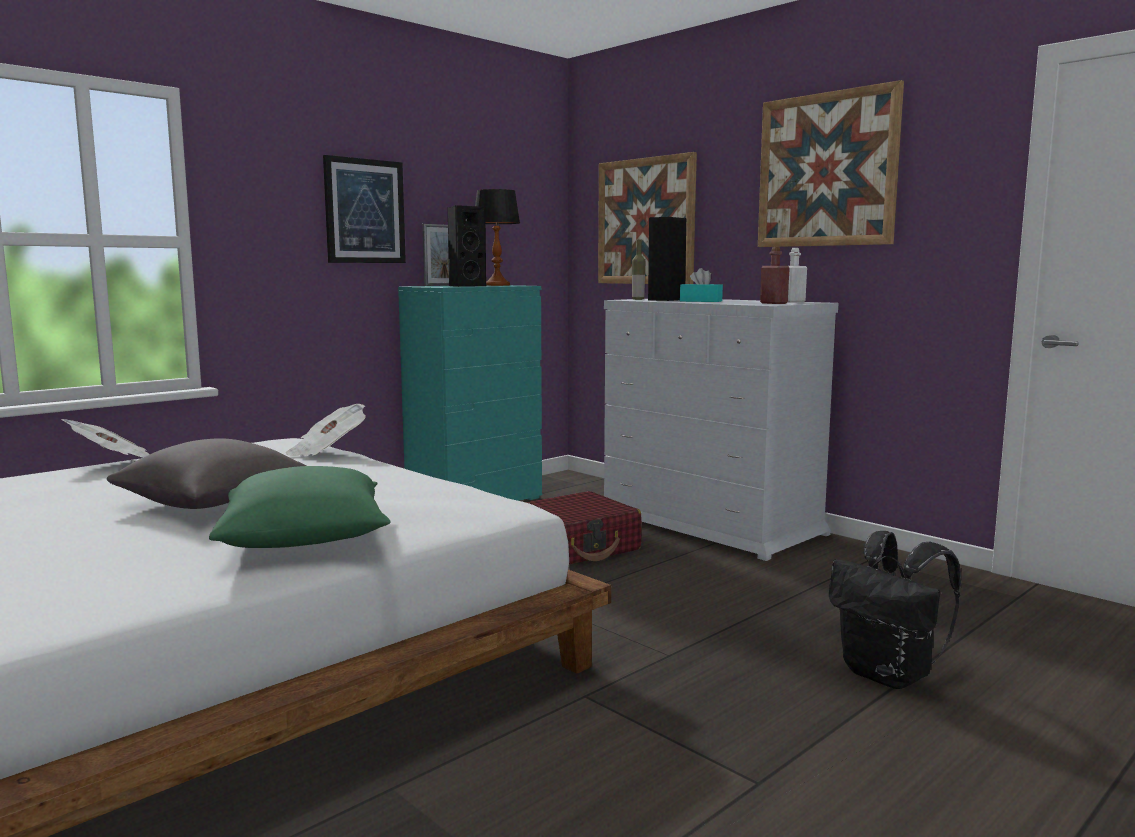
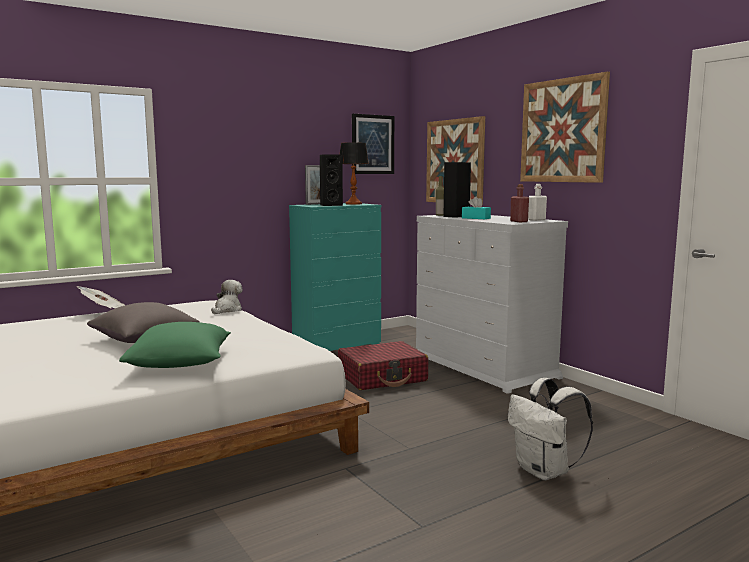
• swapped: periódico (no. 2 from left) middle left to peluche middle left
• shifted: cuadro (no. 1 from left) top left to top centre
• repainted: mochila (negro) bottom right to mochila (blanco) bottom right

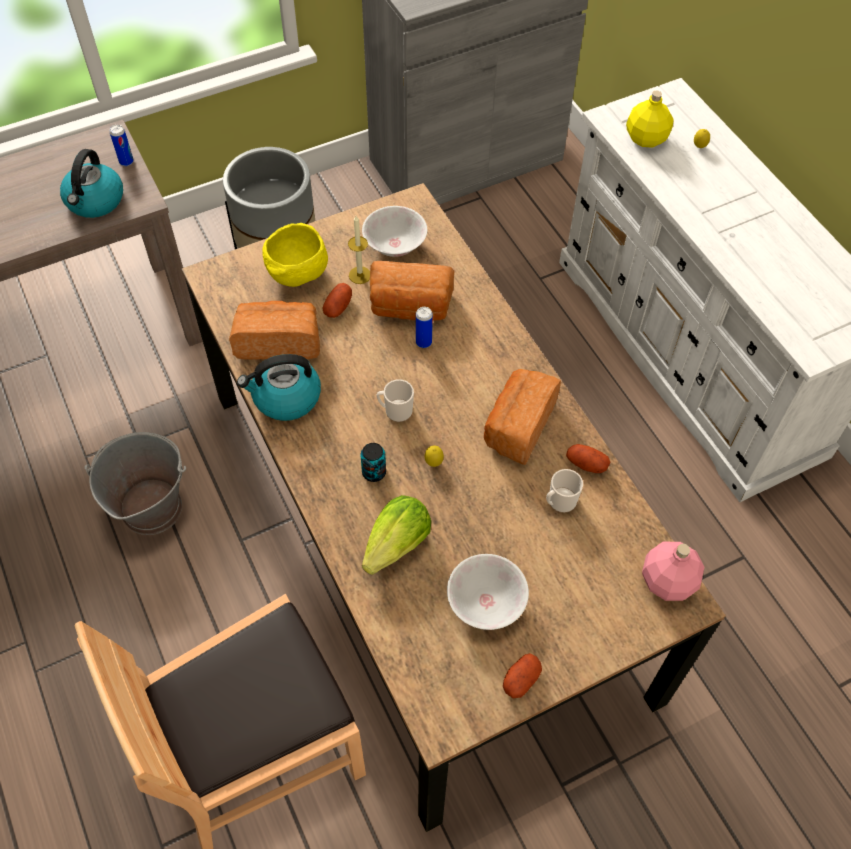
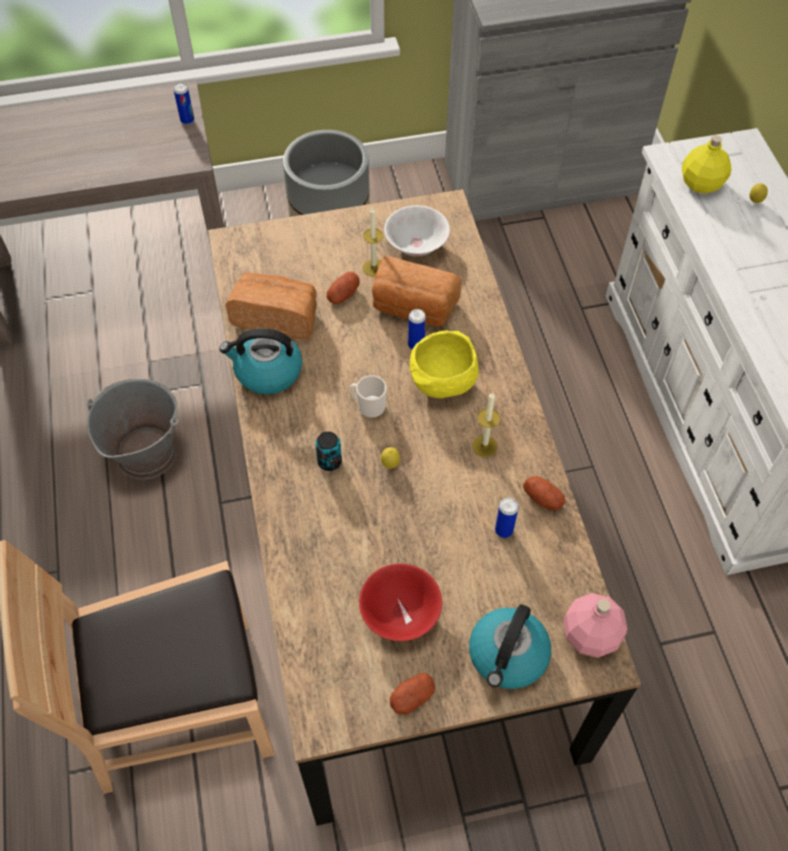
• shifted: hervidor (no. 1 from left in the first image) top left to hervidor (no. 2 from left) bottom centre
• shifted: cuenco (amarillo) top centre to centre
• gone: lechuga centre
• repainted: cuenco (blanco) (no. 2 from left) bottom centre to cuenco (rojo) bottom centre
• swapped: pan (no. 3 from left) centre to vela (no. 2 from left) centre
• swapped: taza grande (no. 2 from left) centre to lata (no. 4 from left) centre

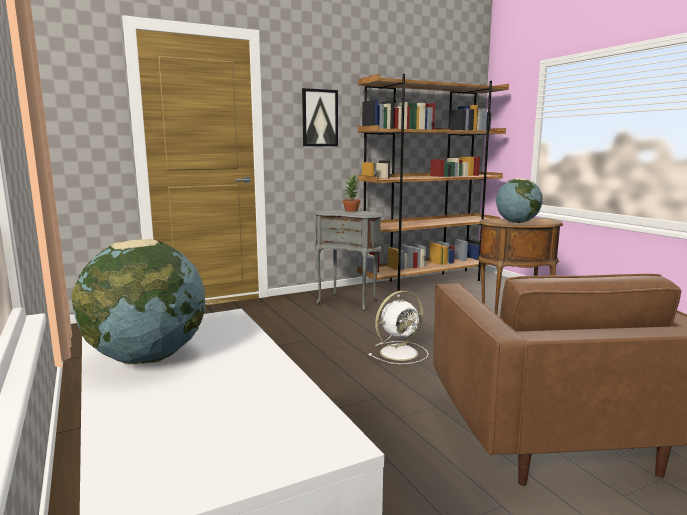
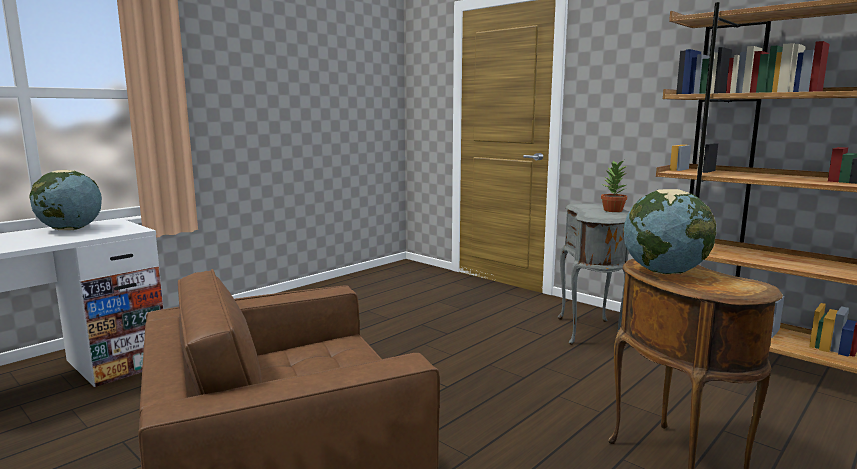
• gone: cuadro top centre
• gone: ventilador (blanco) centre

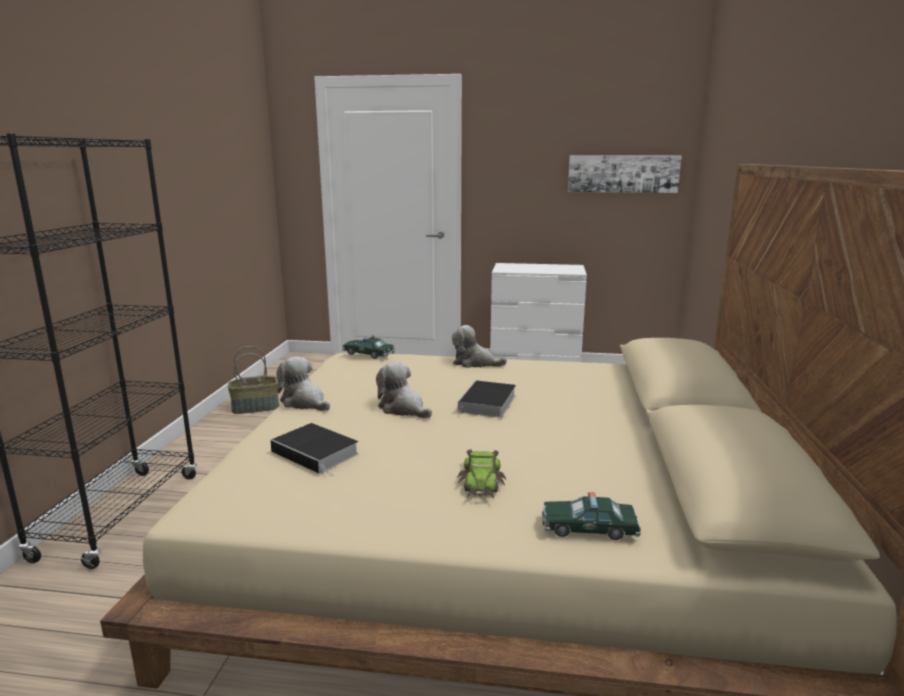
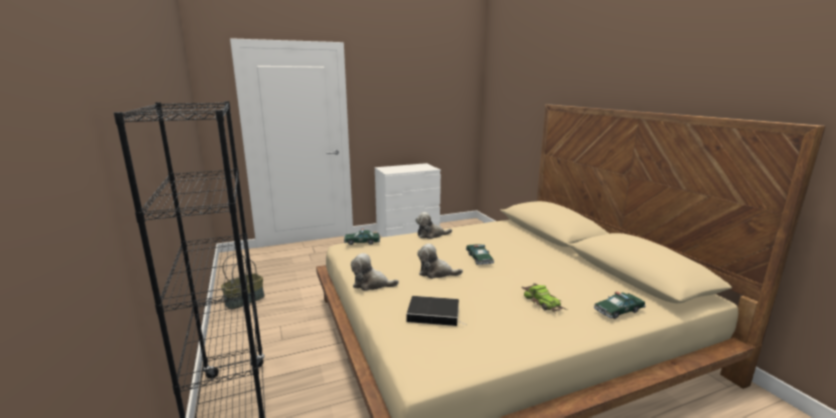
• swapped: libro (no. 2 from left) centre to coche de juguete (no. 2 from left) centre
• gone: cuadro top right

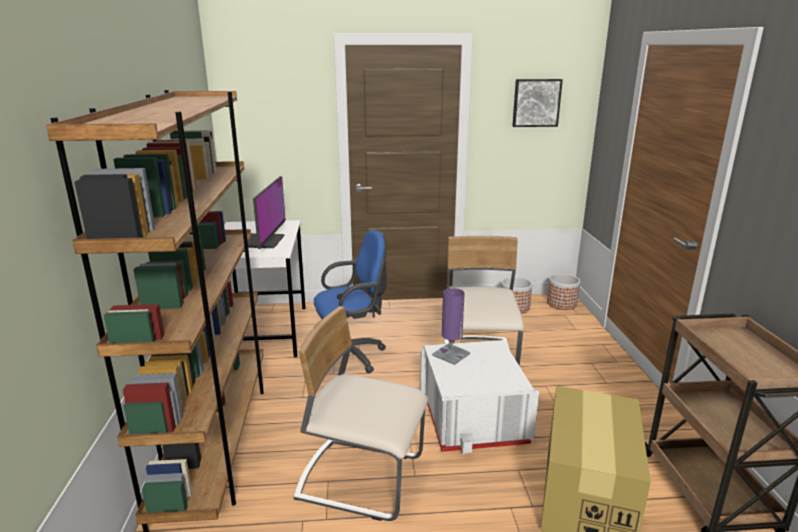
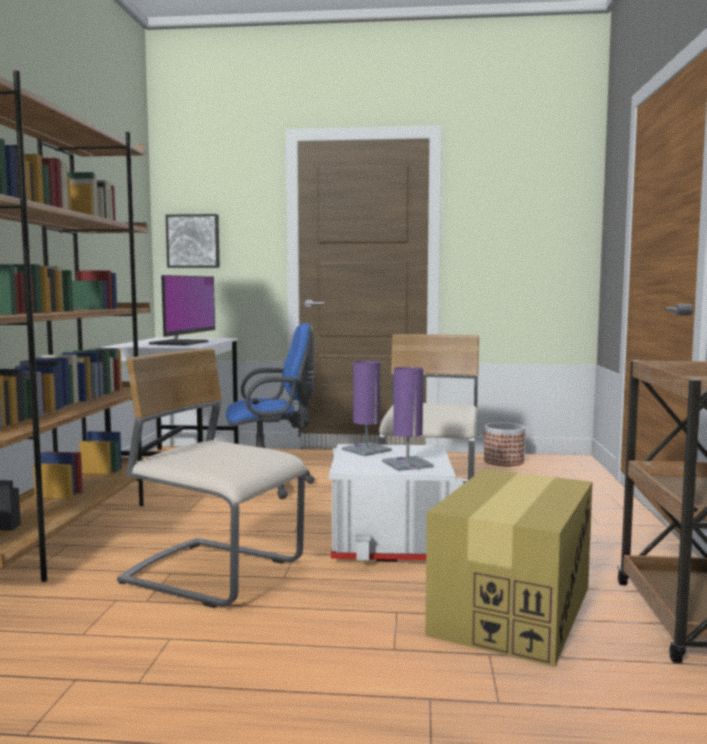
• shifted: cuadro top right to top left
• gone: maceta (no. 2 from left) middle right
• new: lámpara de mesa (morado) (no. 2 from left) centre

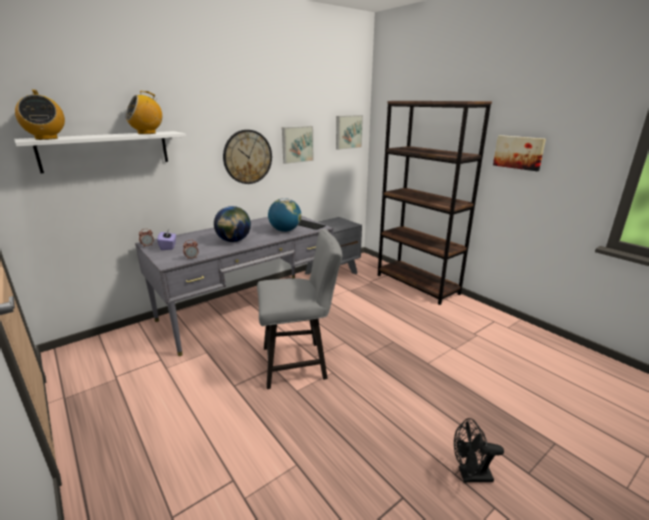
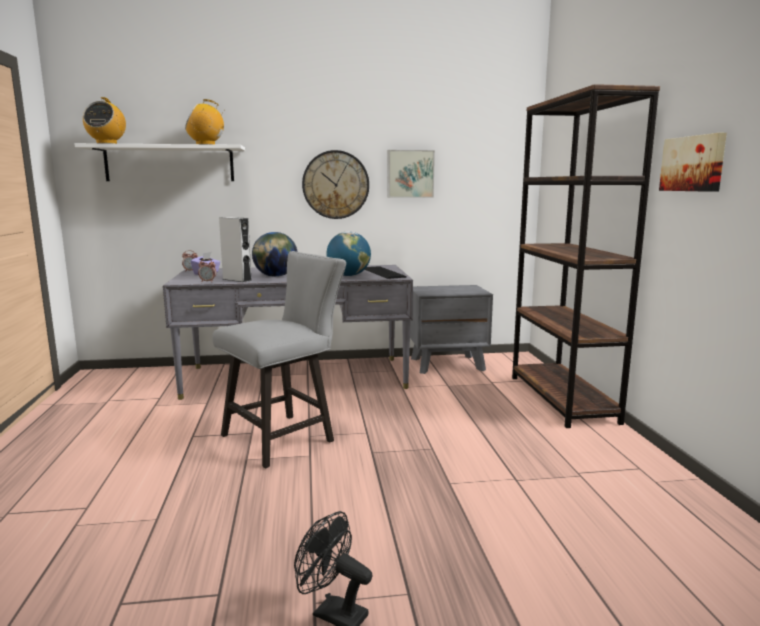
• rotated: silla (gris) centre = centre 60 degrees counterclockwise
• gone: cuadro (no. 2 from left) top centre
• new: altavoz (gris) middle left

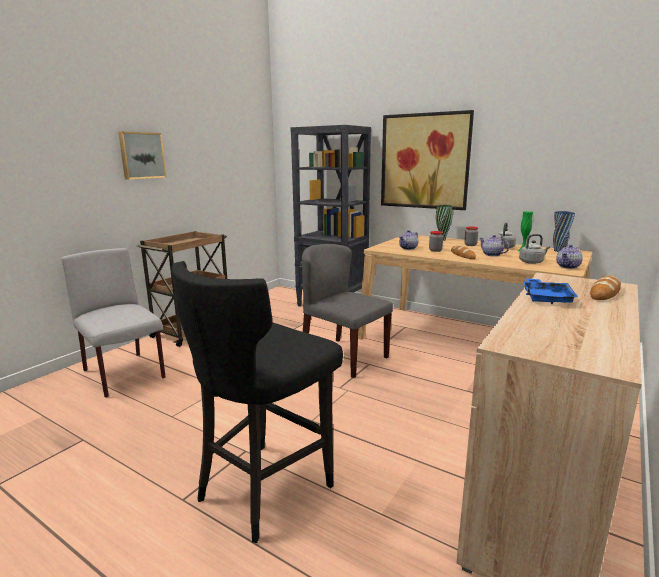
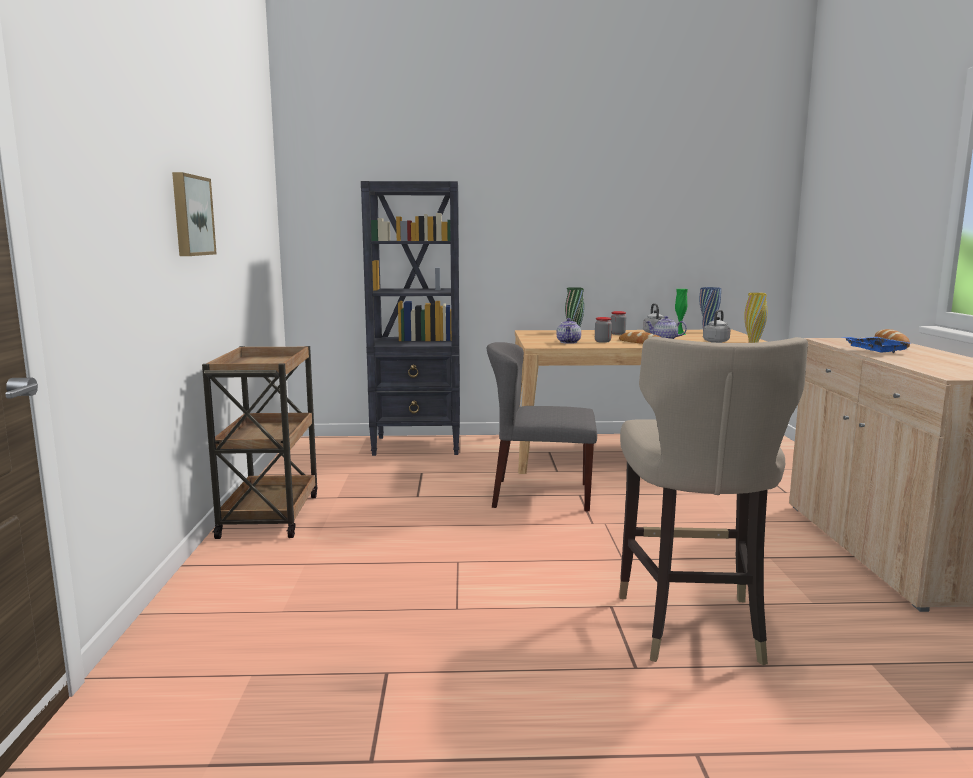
• gone: silla (gris) (no. 1 from left) middle left
• repainted: taburete (negro) bottom centre to taburete (beis) middle right
• gone: cuadro (no. 2 from left) top centre
• swapped: tetera (no. 3 from left) middle right to florero (amarillo) middle right

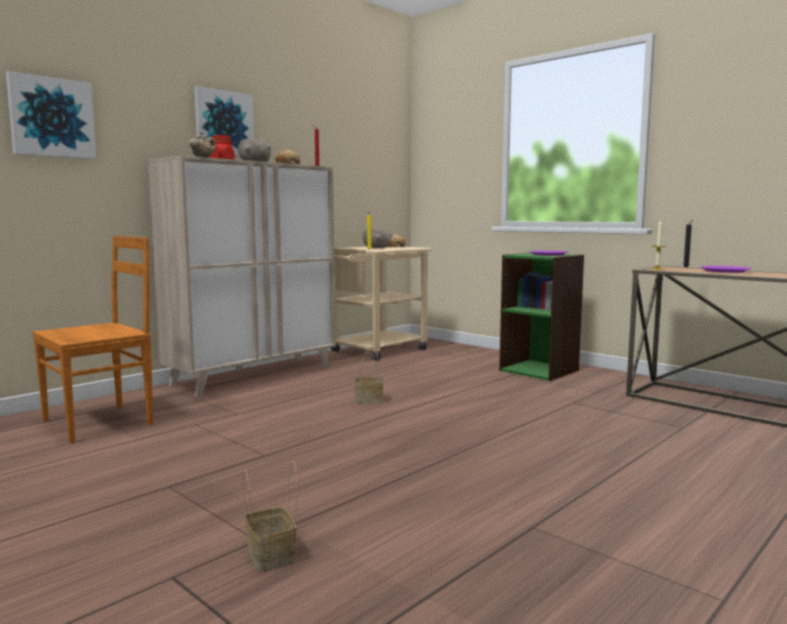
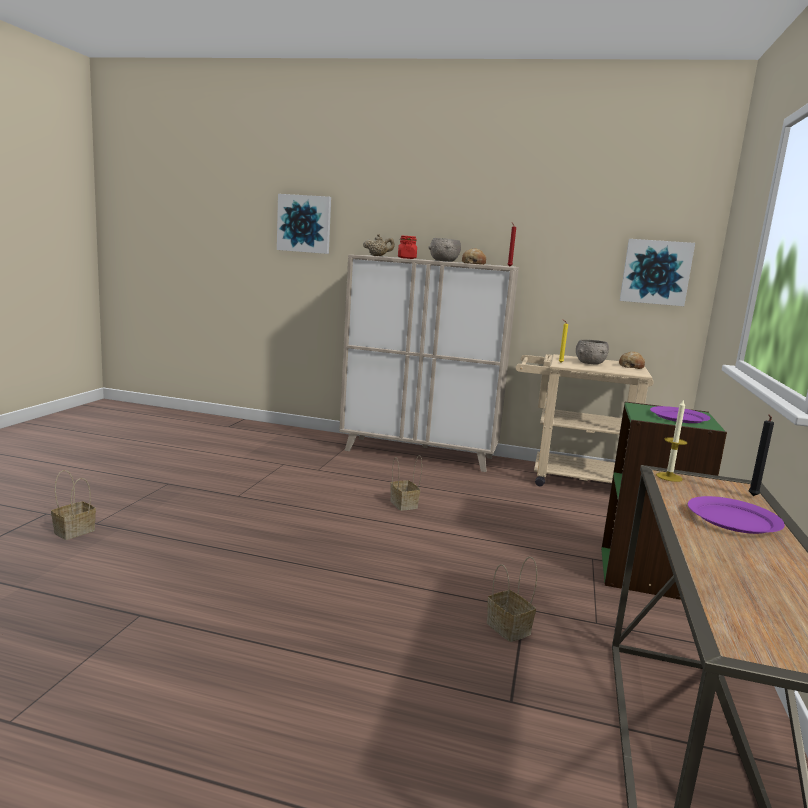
• gone: silla (marrón) middle left
• shifted: cuadro (no. 2 from left) top left to middle right
• new: cesta (no. 3 from left) bottom centre

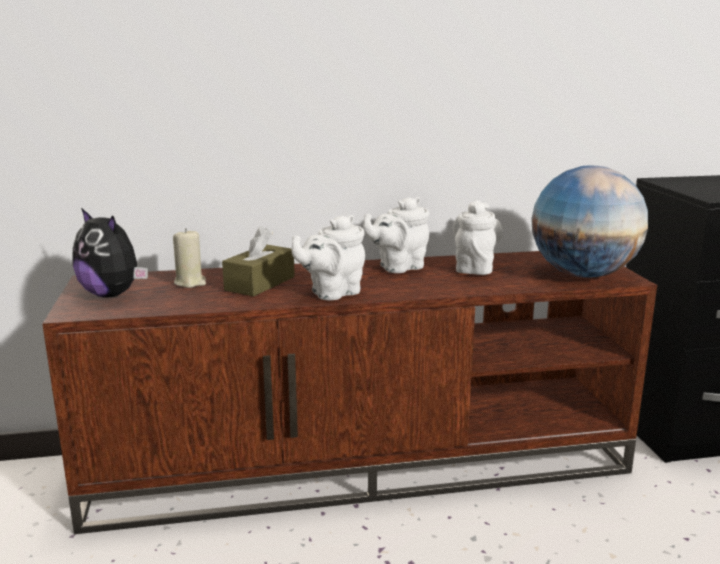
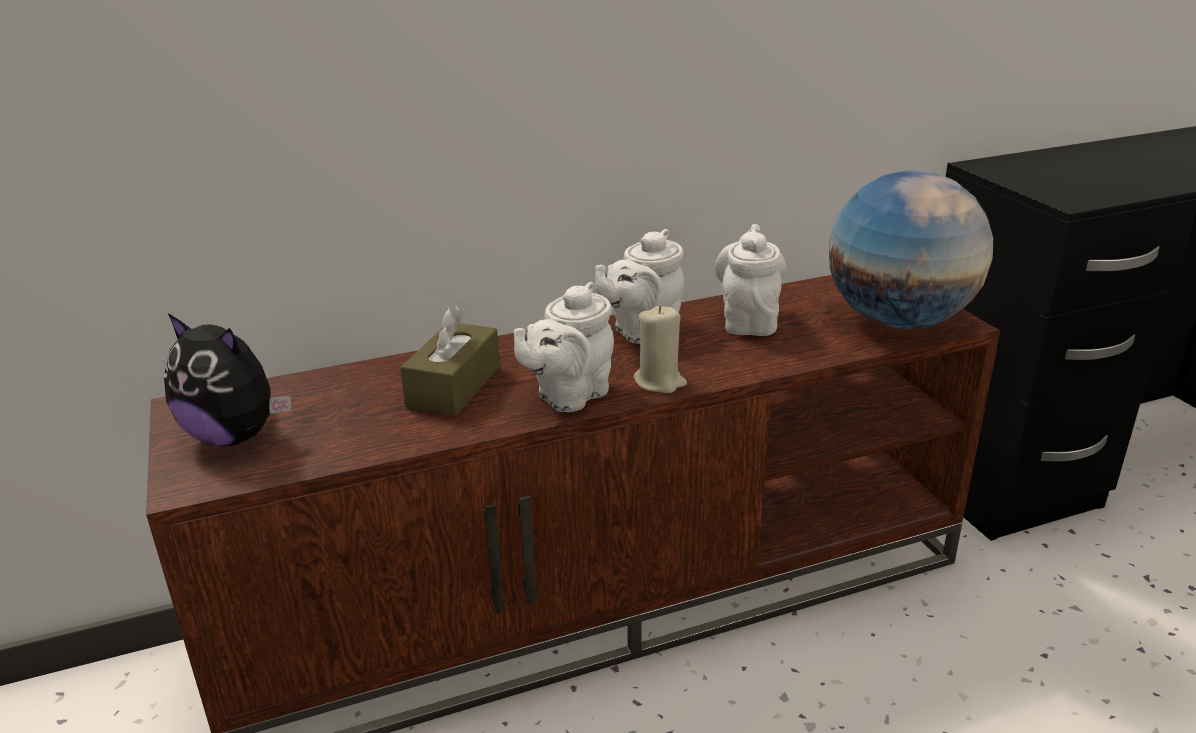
• shifted: vela (beis) middle left to centre

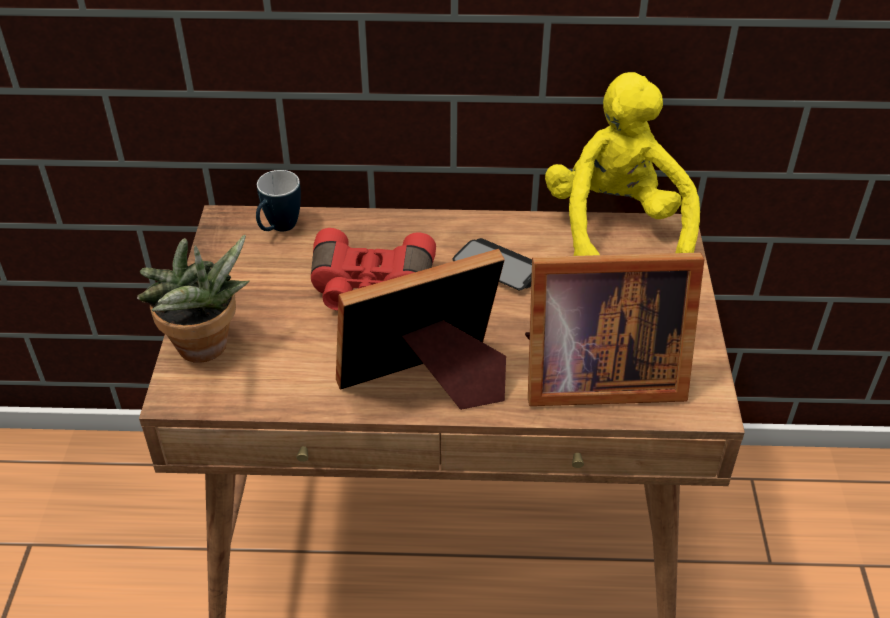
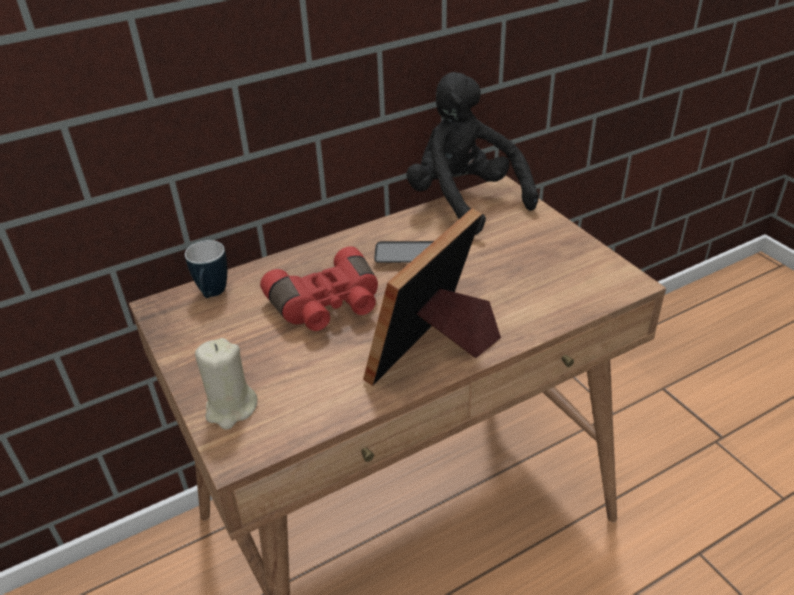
• swapped: planta en maceta middle left to vela (beis) middle left
• gone: portarretratos (no. 2 from left) middle right
• repainted: peluche (amarillo) top right to peluche (negro) top centre

